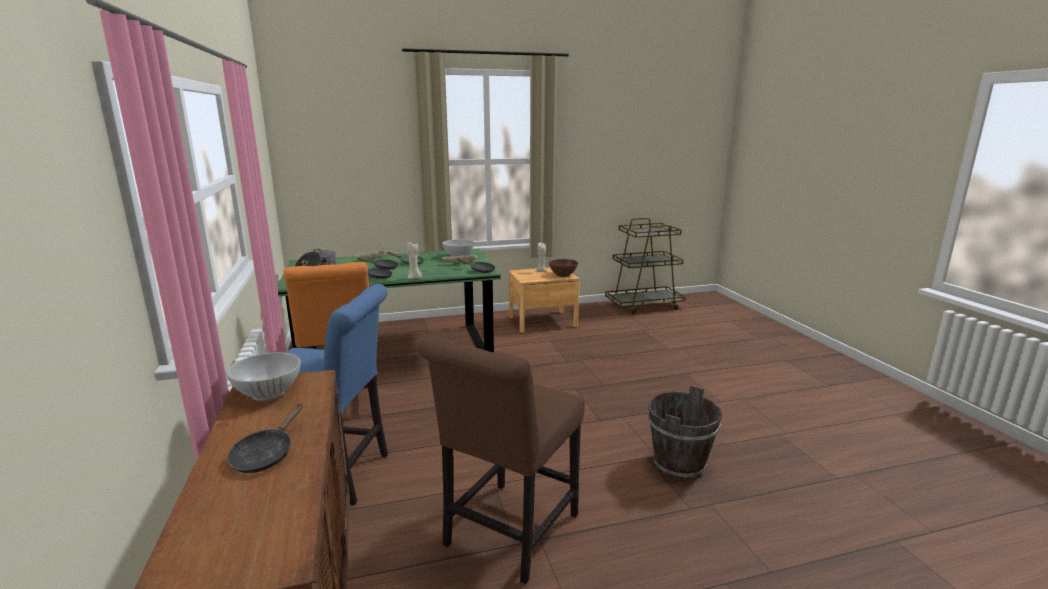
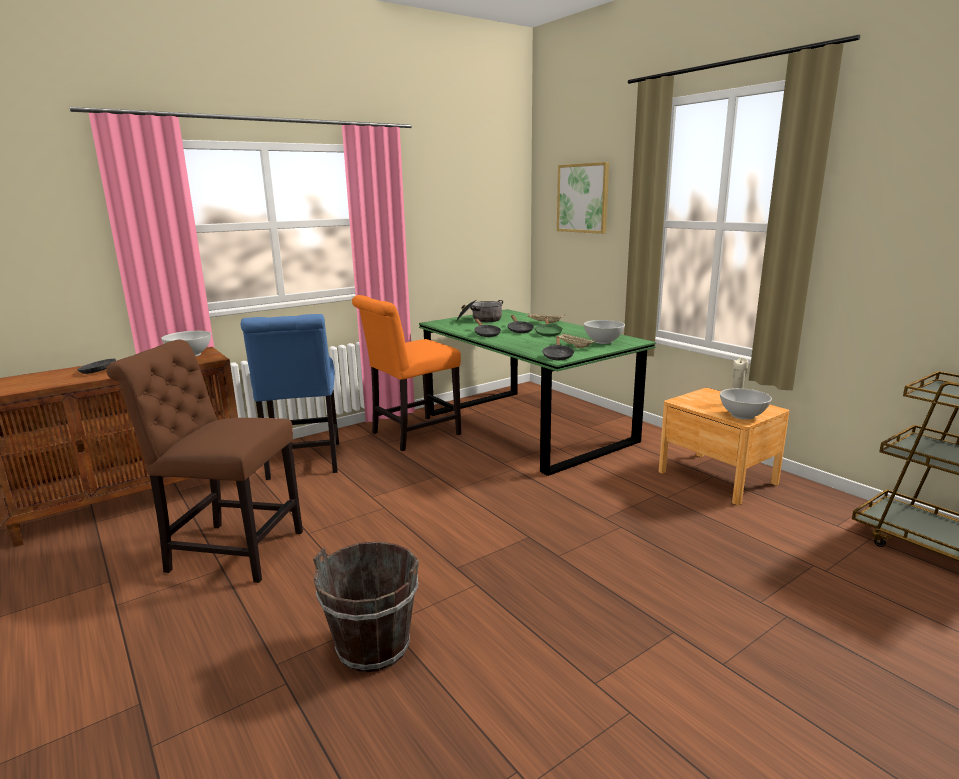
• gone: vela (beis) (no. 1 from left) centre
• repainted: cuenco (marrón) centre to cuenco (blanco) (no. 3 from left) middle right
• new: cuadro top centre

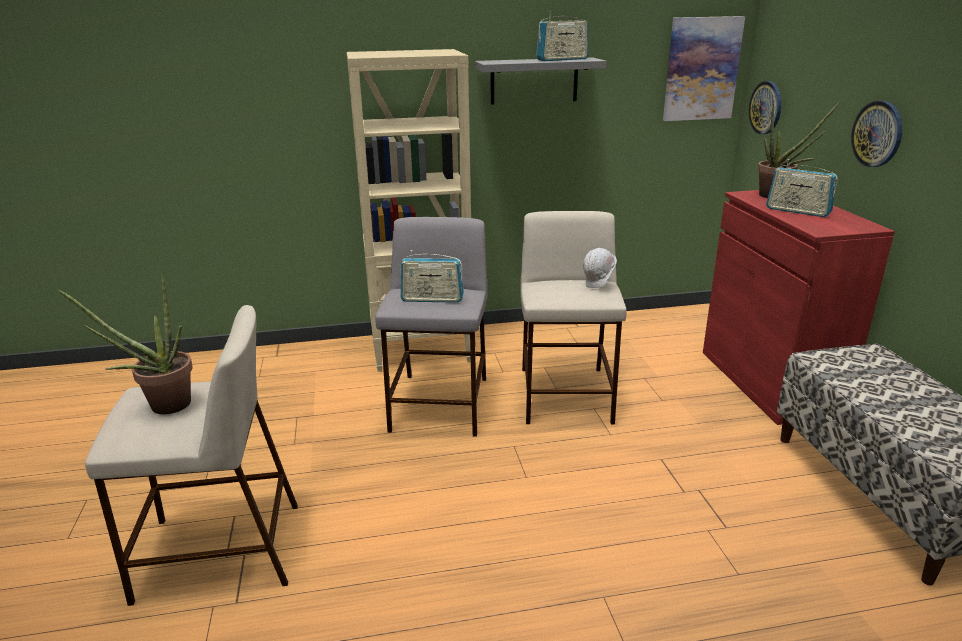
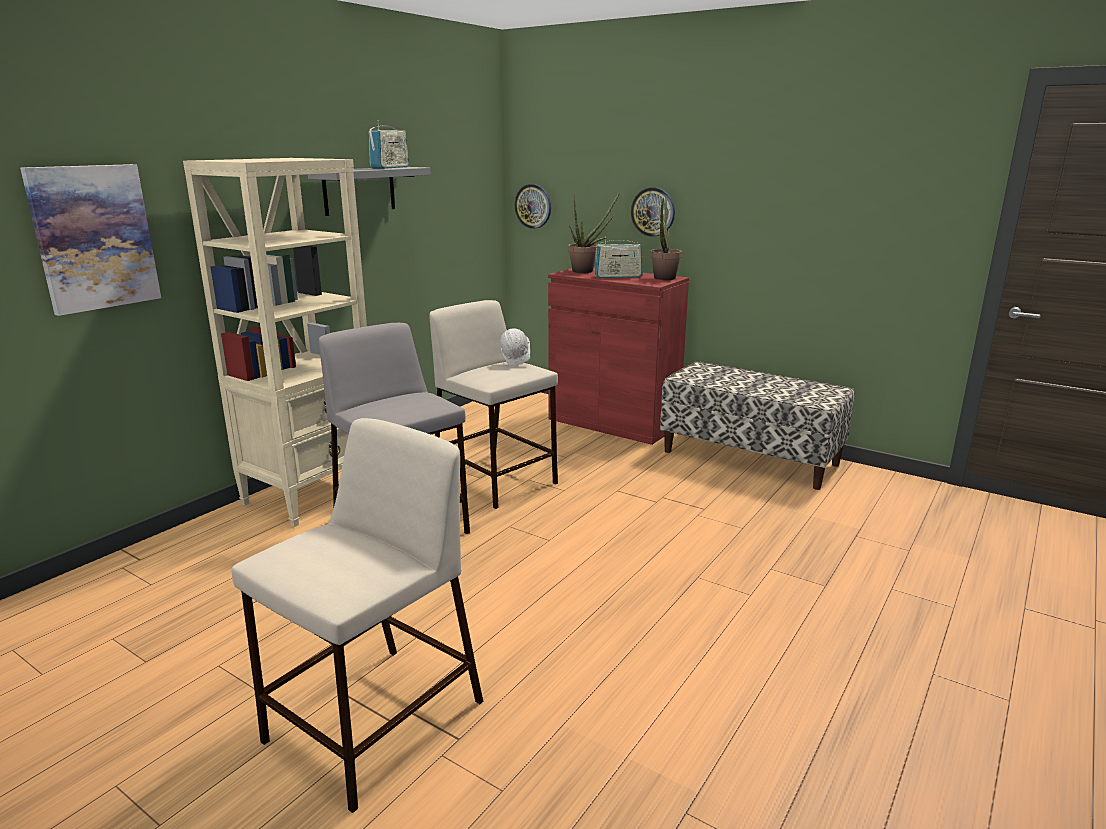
• shifted: planta en maceta (no. 1 from left in the first image) middle left to planta en maceta (no. 2 from left) top centre
• gone: radio (no. 1 from left) centre
• shifted: cuadro top right to top left

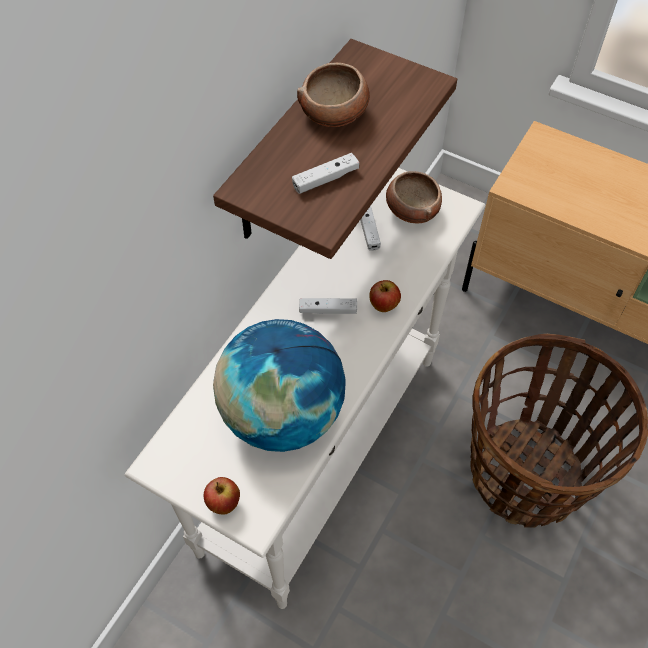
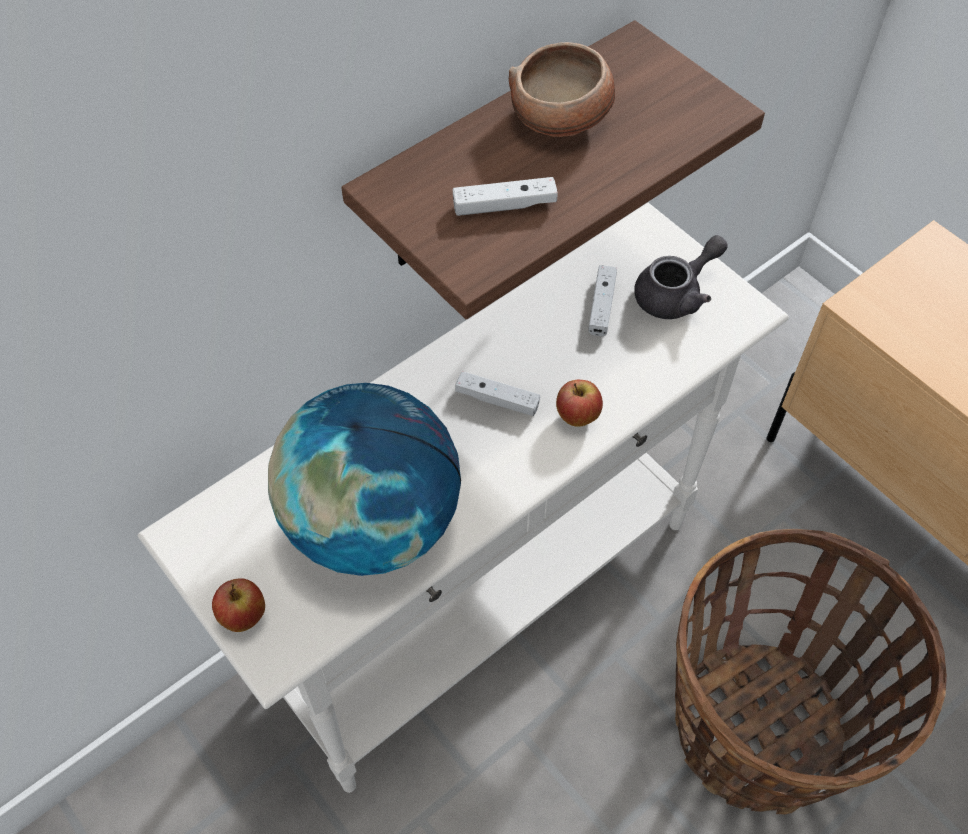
• swapped: cuenco (no. 2 from left) top centre to tetera (gris) top right

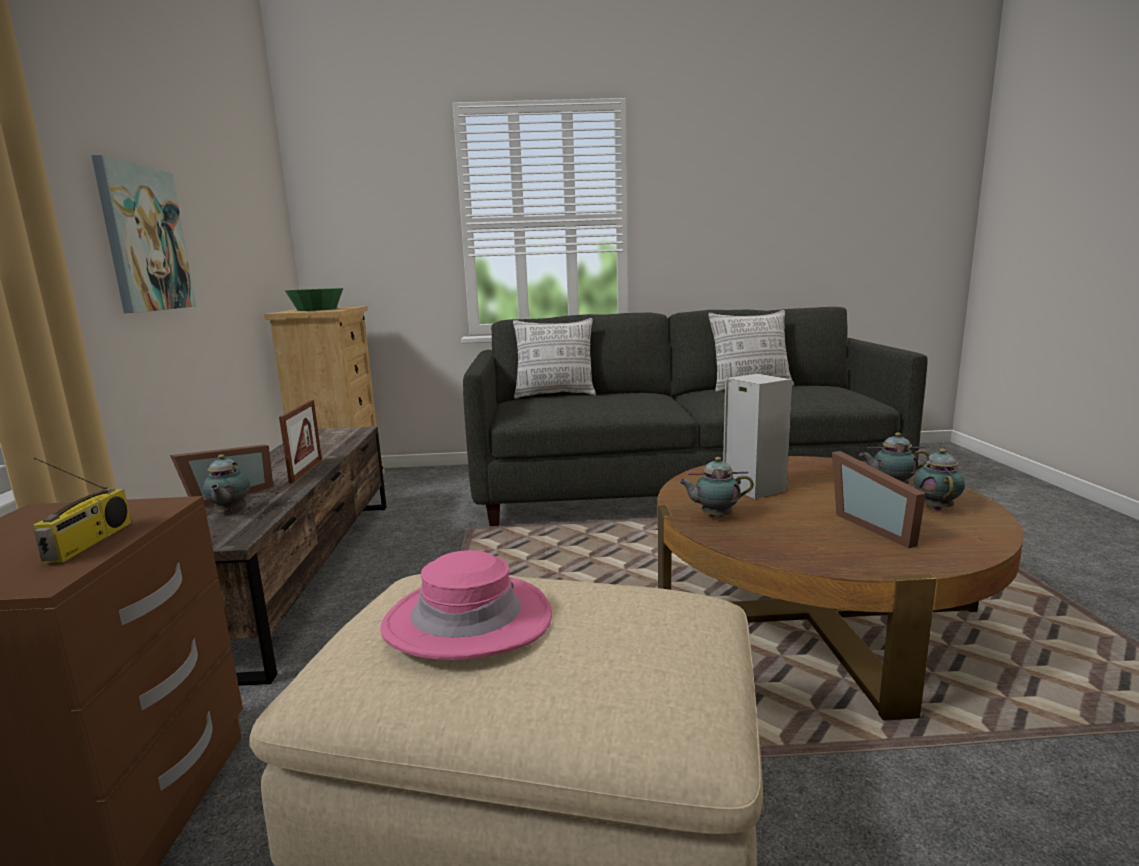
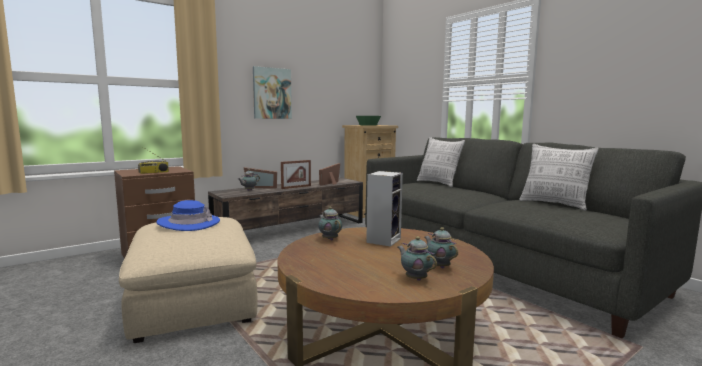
• repainted: sombrero (rosa) bottom centre to sombrero (azul) middle left
• shifted: portarretratos (no. 3 from left) middle right to centre
• rotated: tetera (no. 4 from left in the first image) middle right = bottom centre 105 degrees counterclockwise

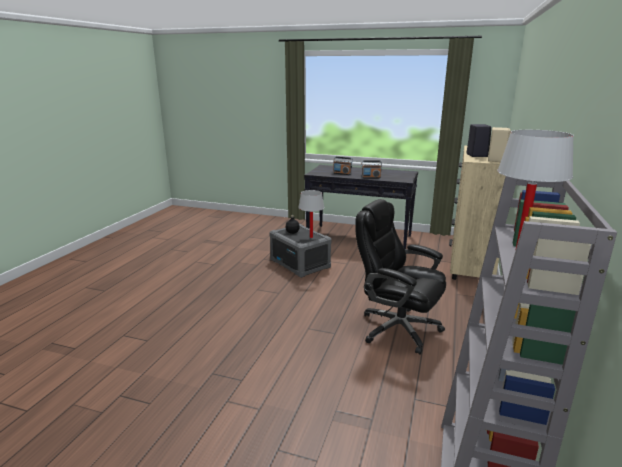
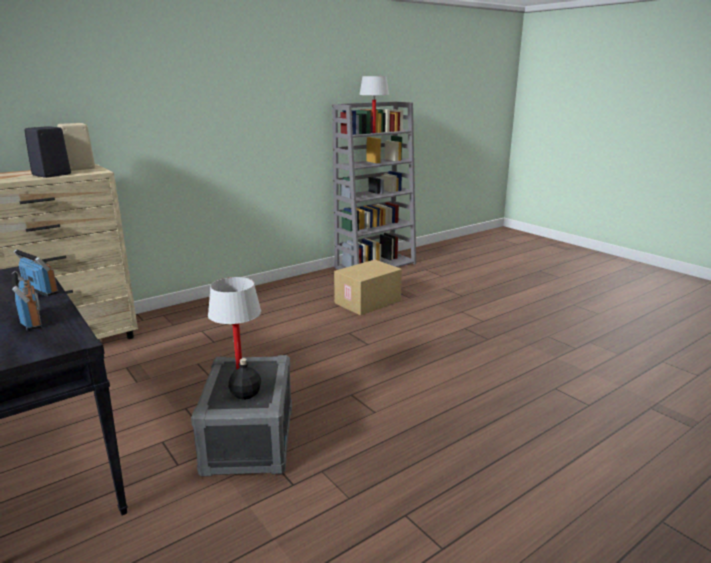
• gone: silla de oficina (negro) centre
• new: caja de cartón centre

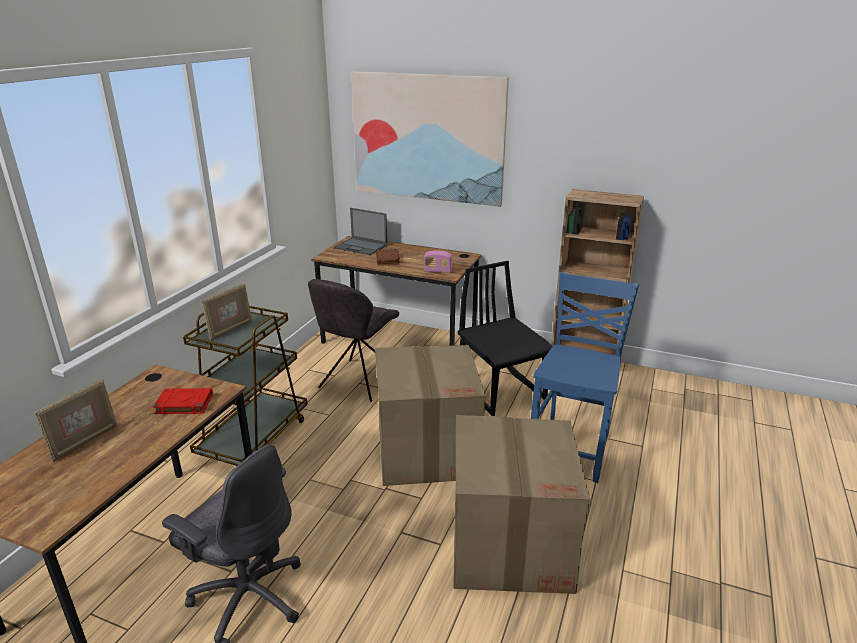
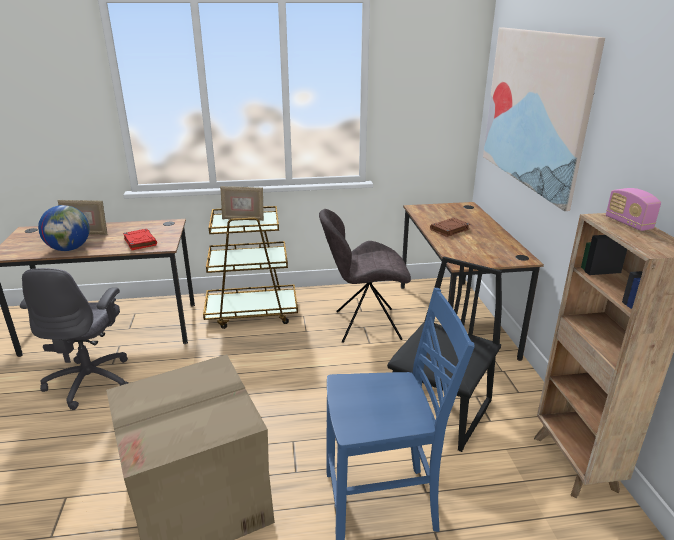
• gone: portátil centre
• gone: caja de cartón (no. 1 from left) centre
• shifted: radio centre to middle right
• new: globo terráqueo middle left

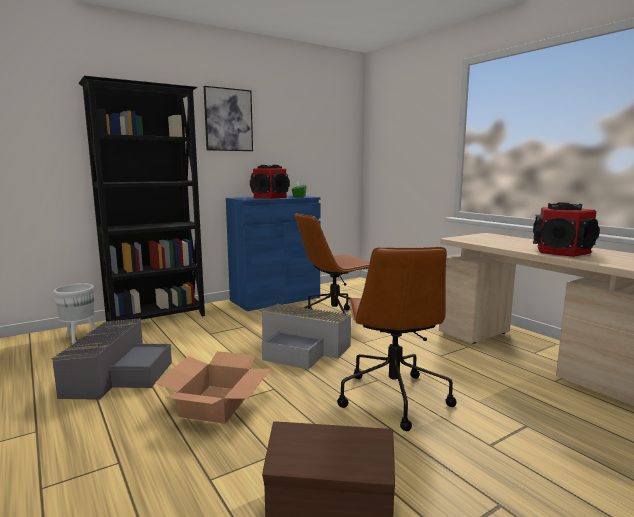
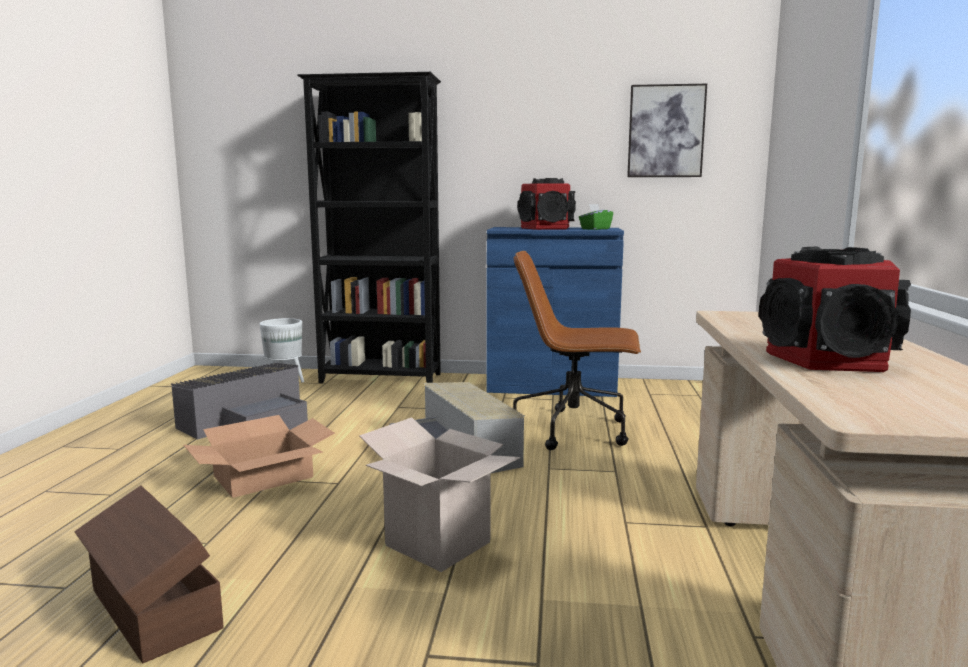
• shifted: cuadro top centre to top right
• swapped: silla de oficina (marrón) (no. 2 from left) centre to caja de cartón (no. 2 from left) bottom centre

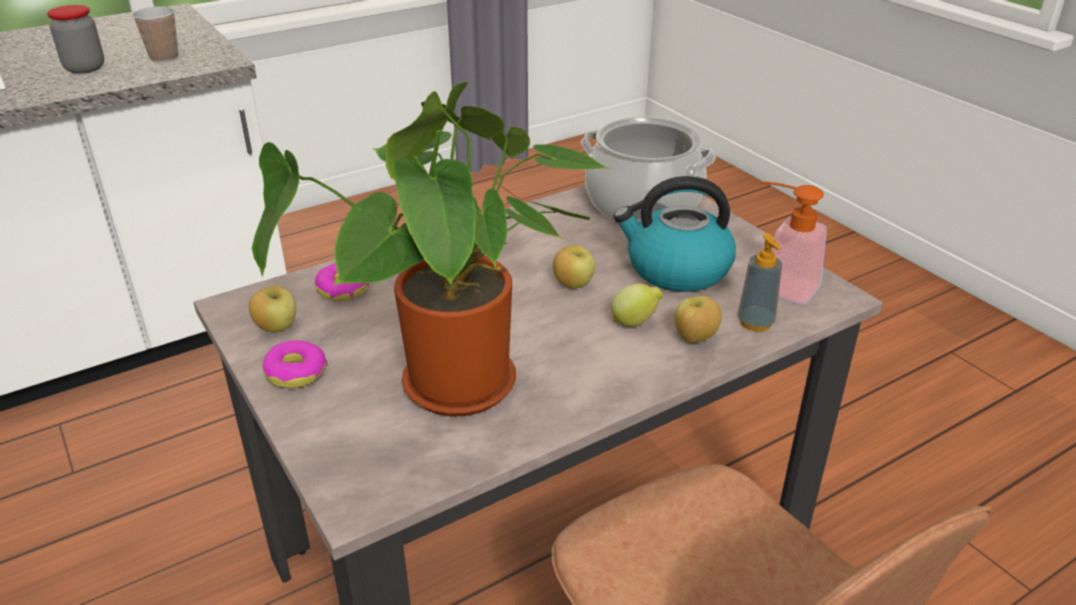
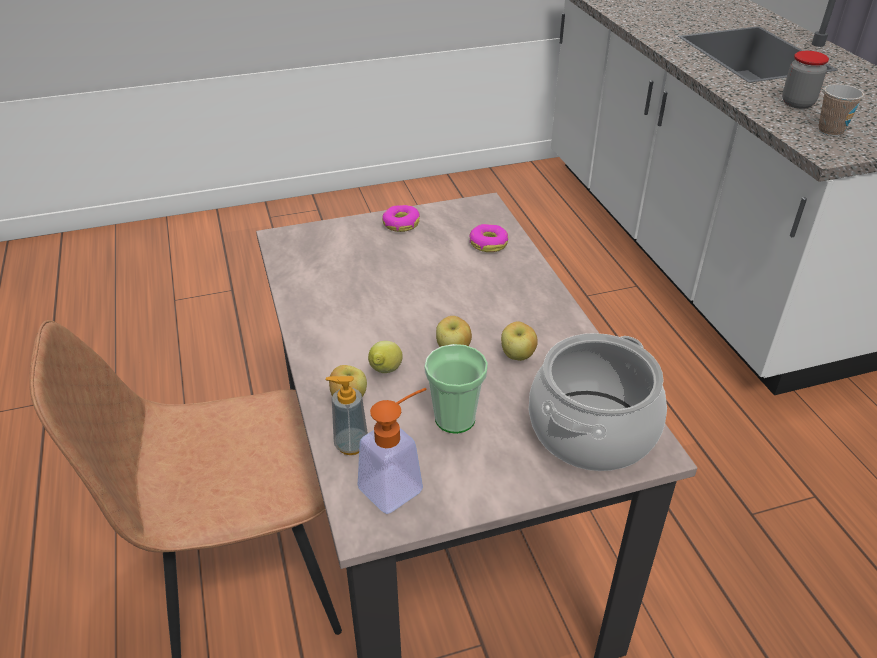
• shifted: manzana (no. 1 from left in the first image) middle left to manzana (no. 3 from left) centre
• gone: planta en maceta centre
• swapped: hervidor centre to taza (no. 1 from left) centre

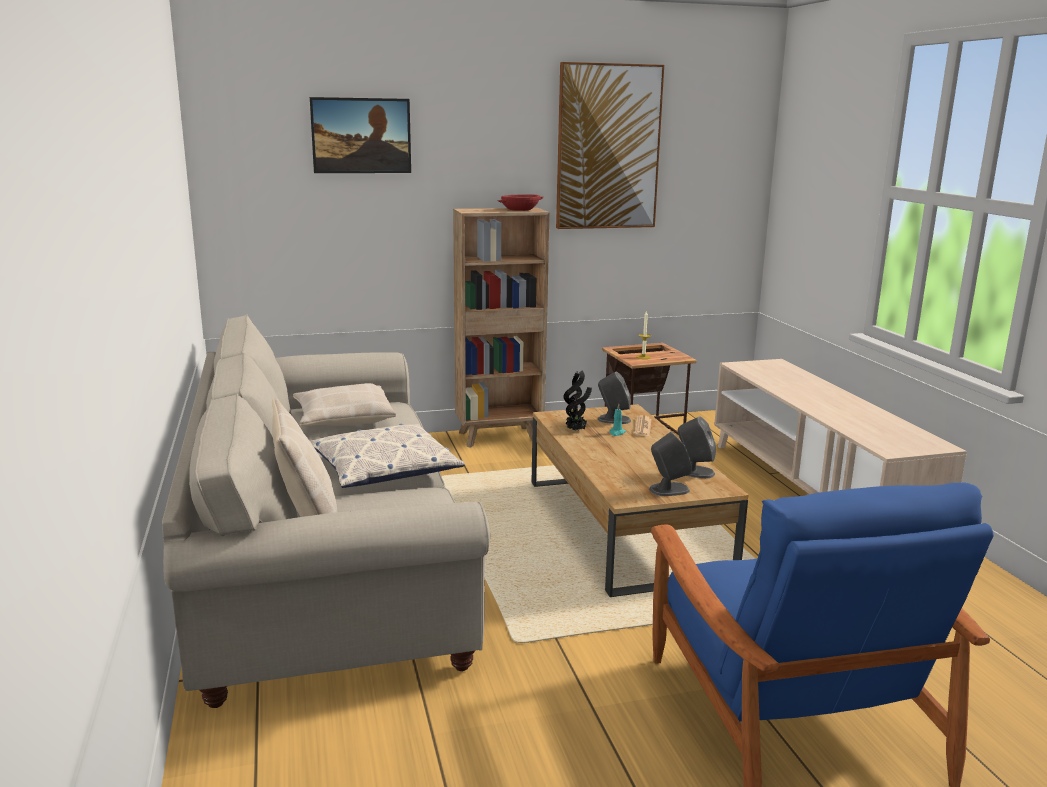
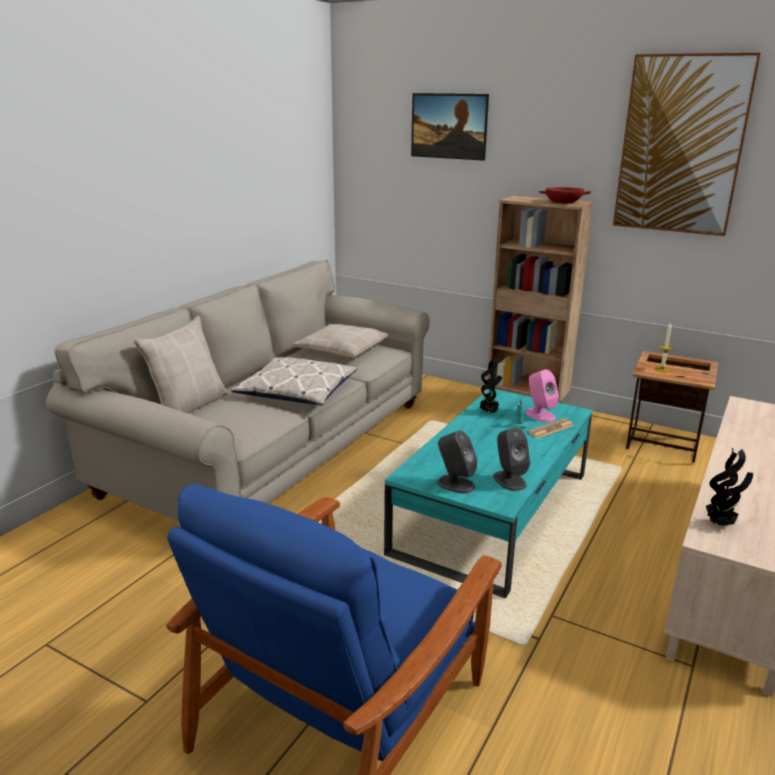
• repainted: mesa de centro (marrón) centre to mesa de centro (turquesa) centre
• repainted: altavoz (gris) (no. 1 from left) centre to altavoz (rosa) middle right
• new: planta en maceta (no. 2 from left) middle right

